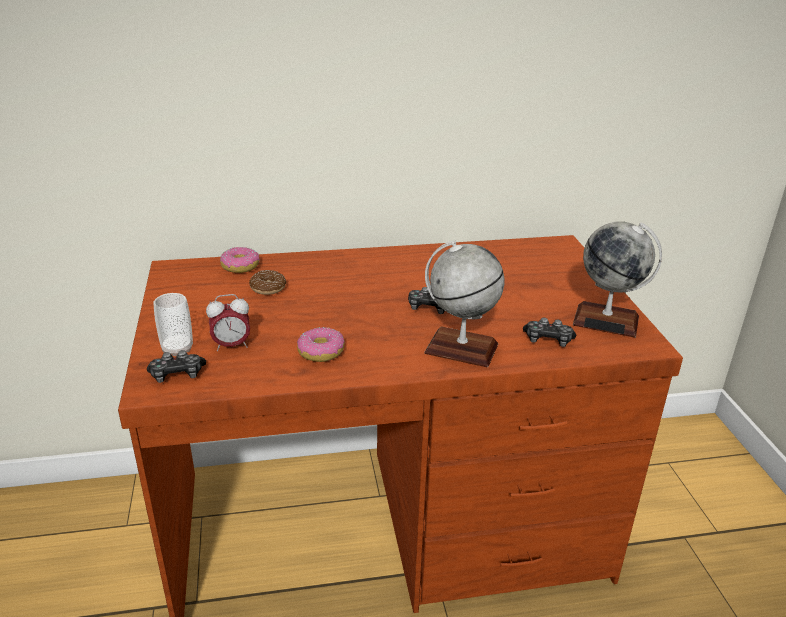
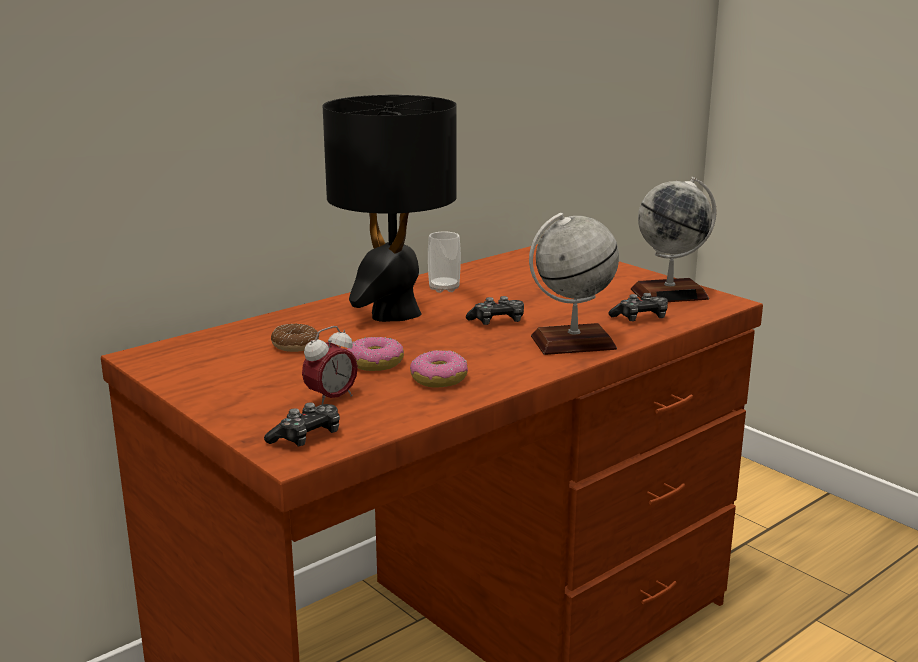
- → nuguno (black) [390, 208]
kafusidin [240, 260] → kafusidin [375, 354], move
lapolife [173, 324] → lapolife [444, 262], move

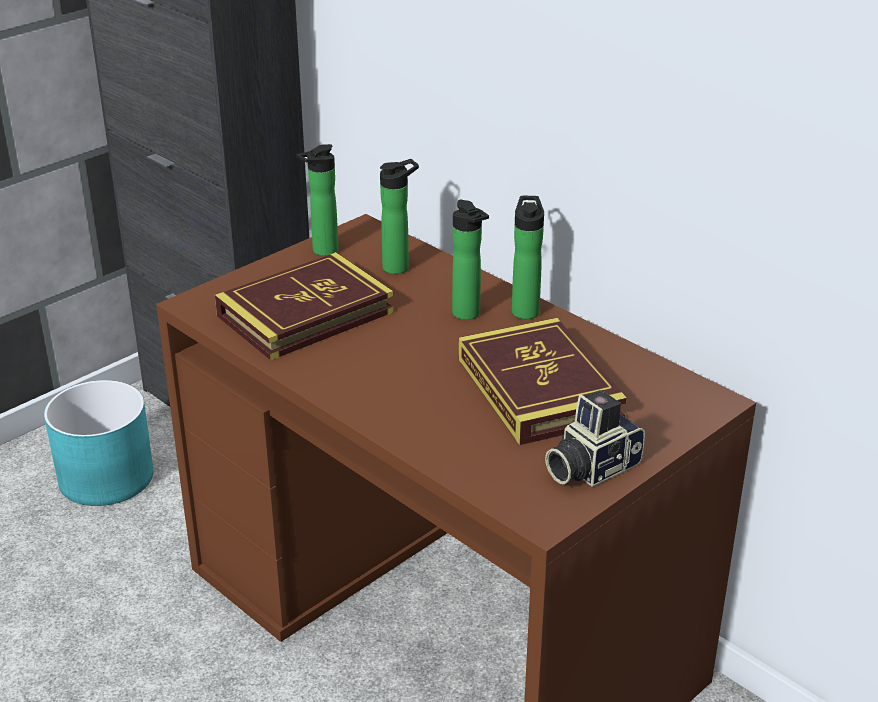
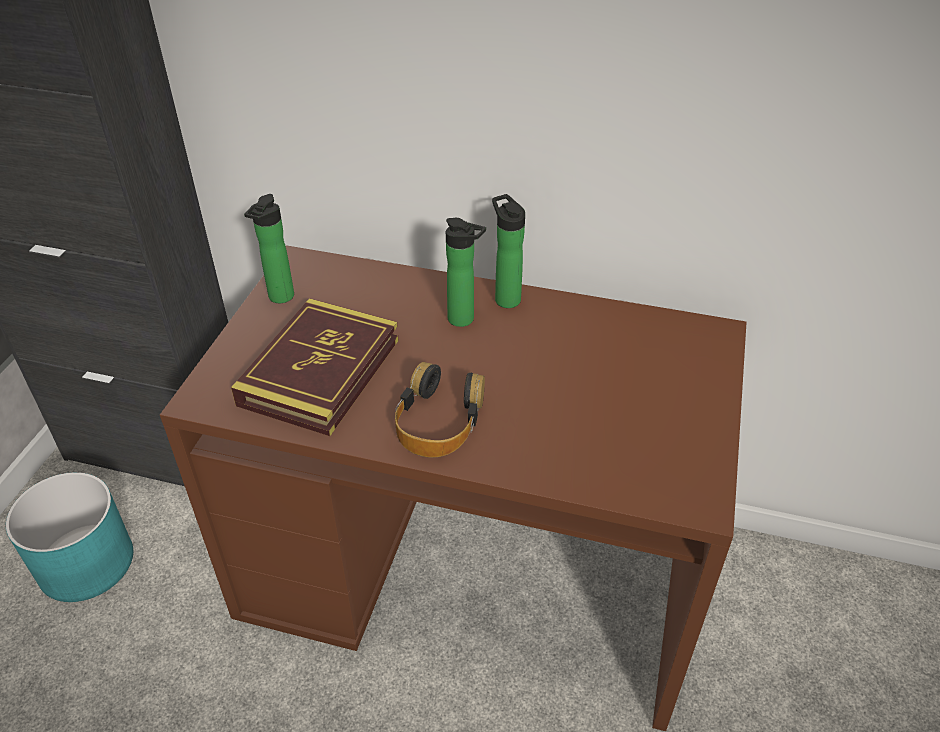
- → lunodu [440, 410]
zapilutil [399, 216] → -
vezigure [543, 381] → -
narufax [595, 438] → -

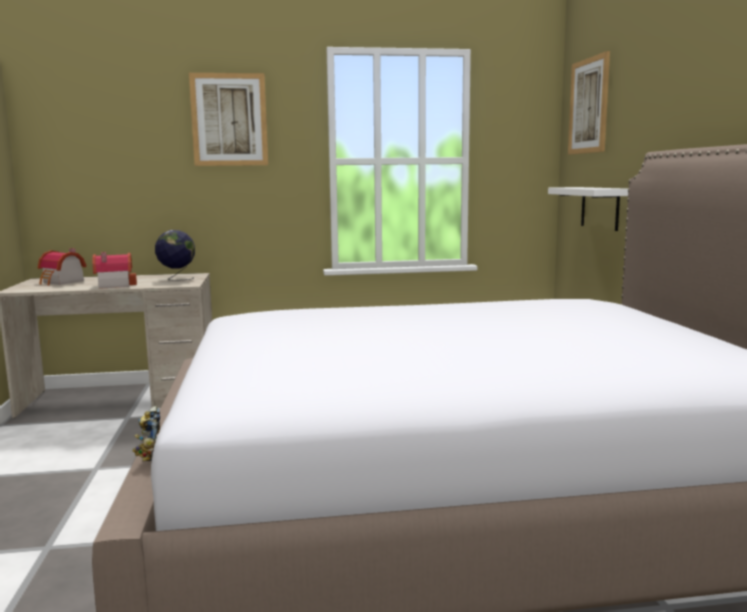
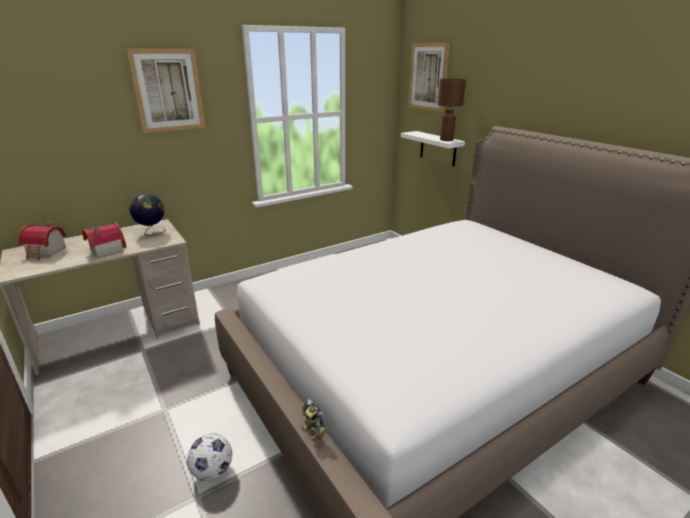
- → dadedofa [209, 457]
- → nuguno (brown) [452, 110]

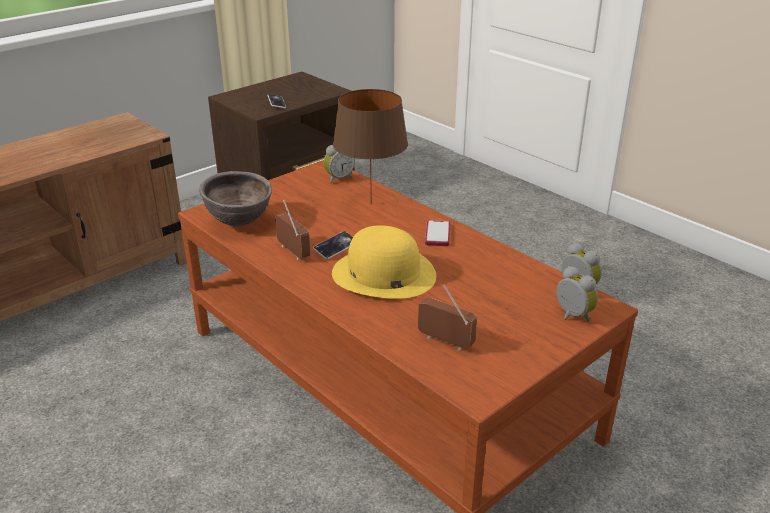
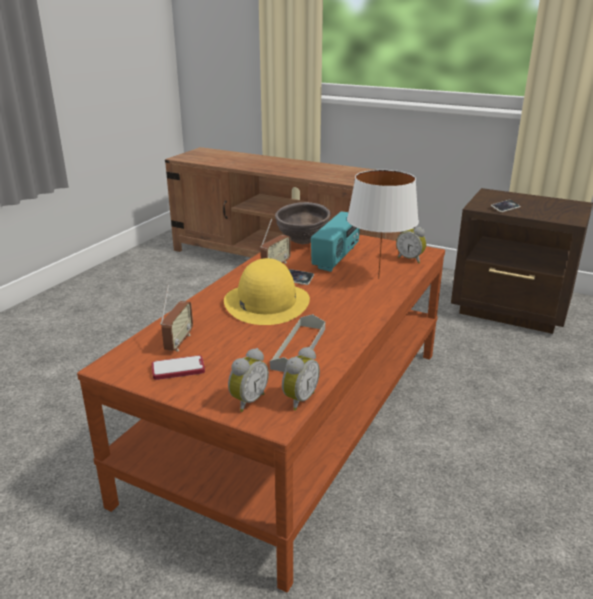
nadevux [437, 233] → nadevux [178, 367], move
- → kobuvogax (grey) [297, 343]
- → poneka [335, 241]
nuguno (brown) [370, 146] → nuguno (white) [383, 224]

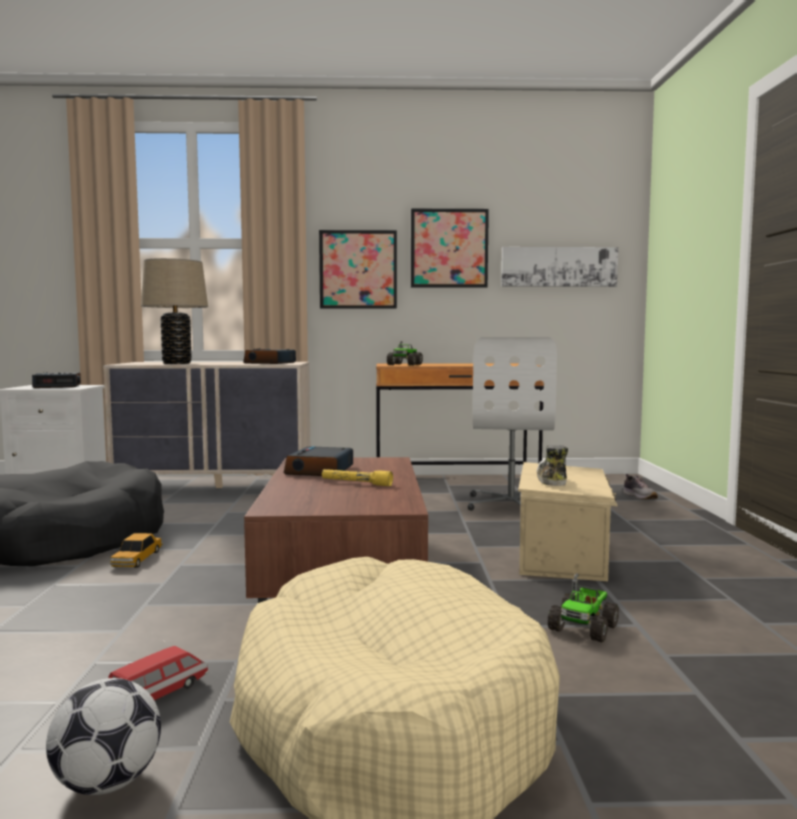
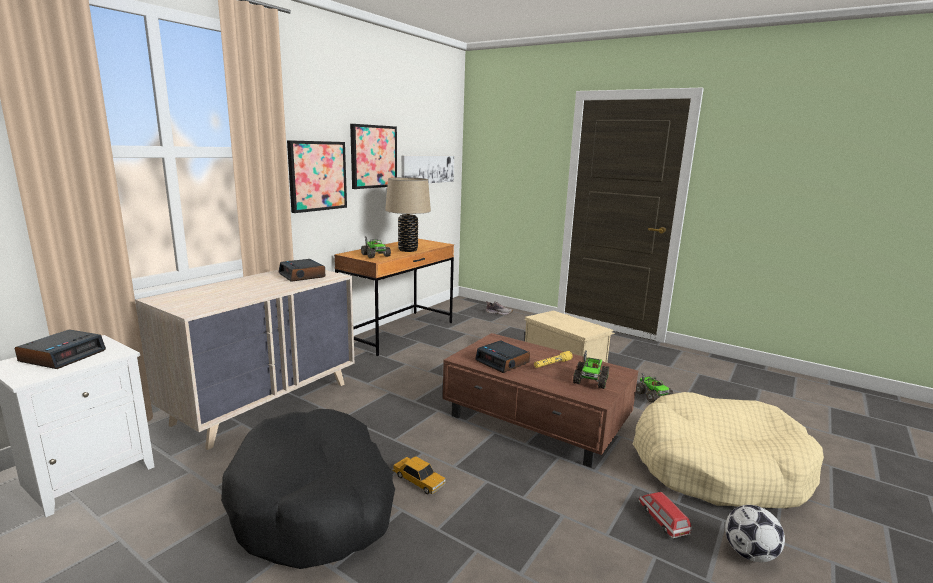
nuguno (beige) [174, 311] → nuguno (beige) [408, 214], move
- → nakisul [591, 369]
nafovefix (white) [512, 424] → -
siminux [552, 465] → -

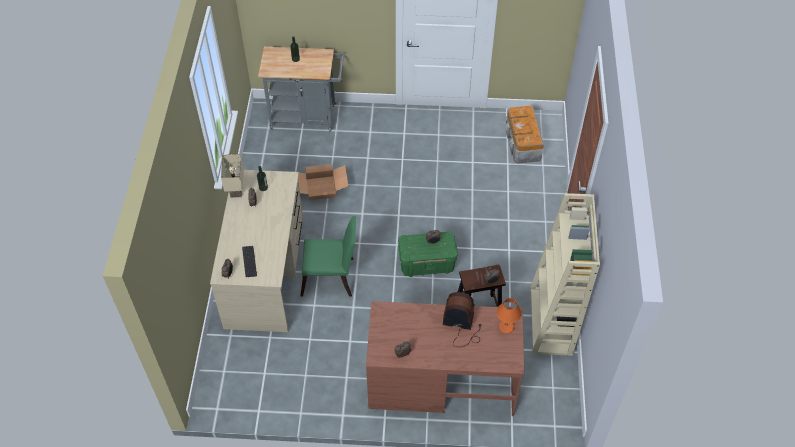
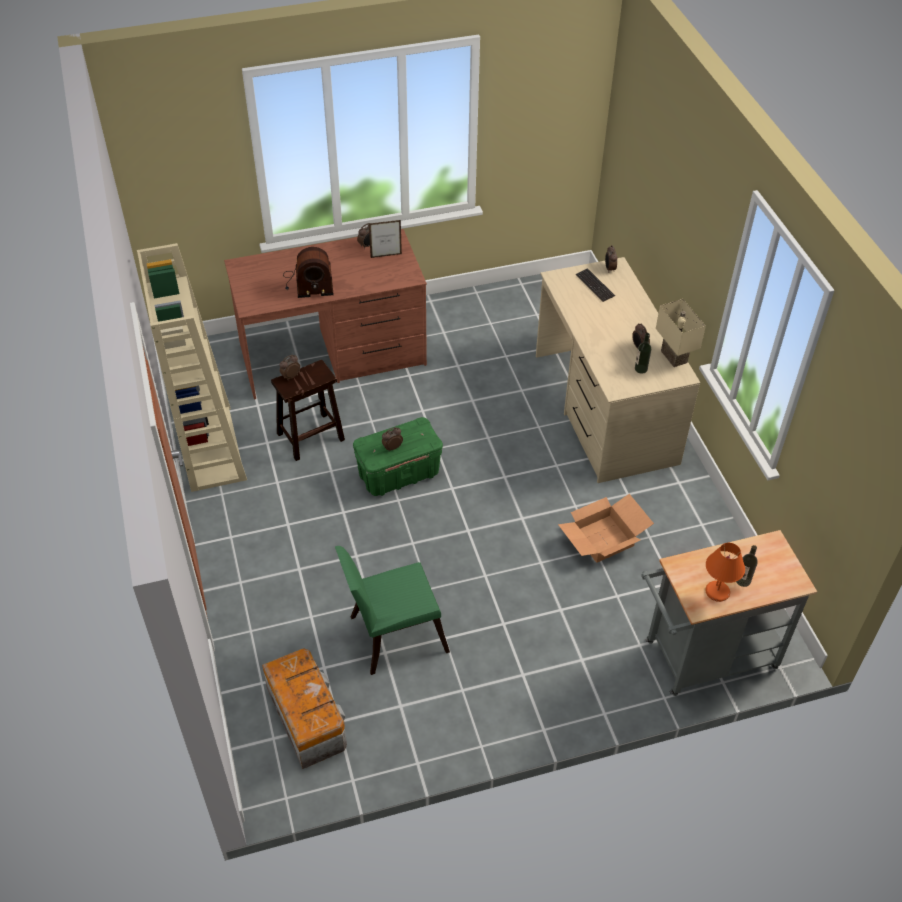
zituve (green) [328, 256] → zituve (green) [392, 610], move
- → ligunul [385, 239]
nuguno (orange) [509, 316] → nuguno (orange) [725, 572], move

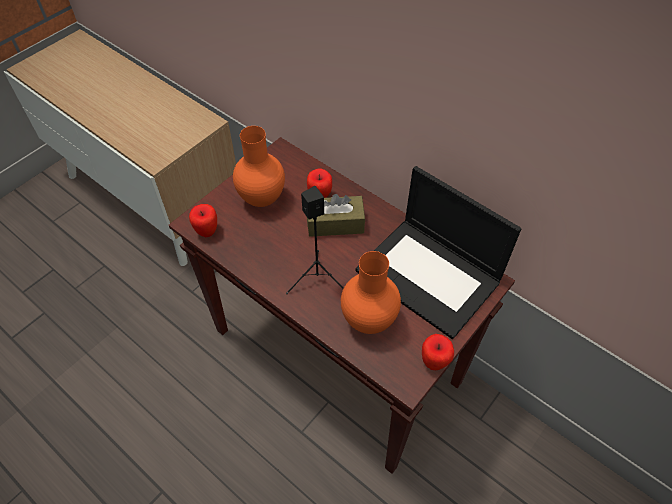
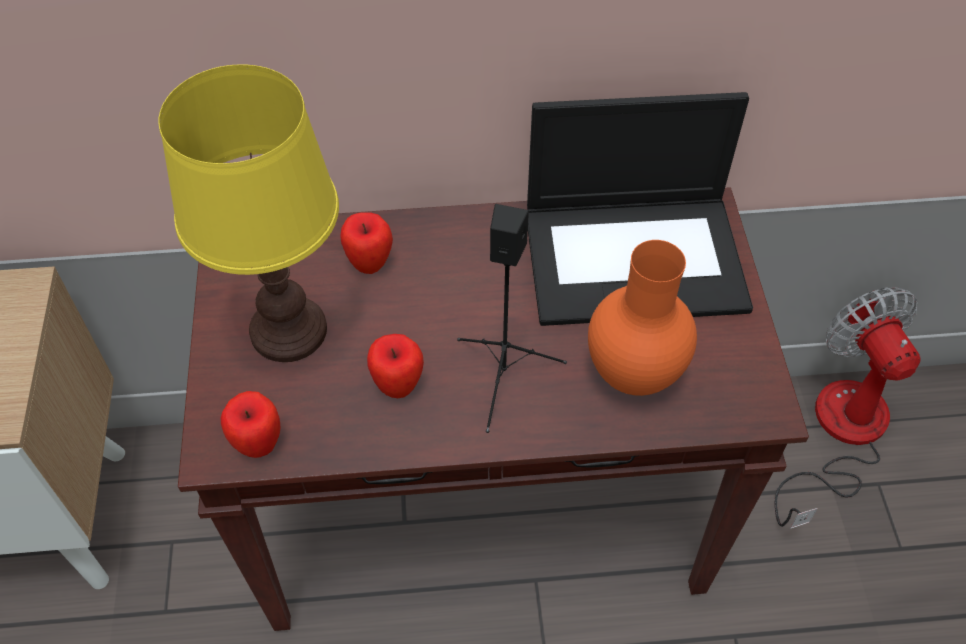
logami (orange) [259, 166] → nuguno (yellow) [248, 213]
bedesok [438, 352] → bedesok [395, 366], move
- → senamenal [847, 408]
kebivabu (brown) [336, 215] → -

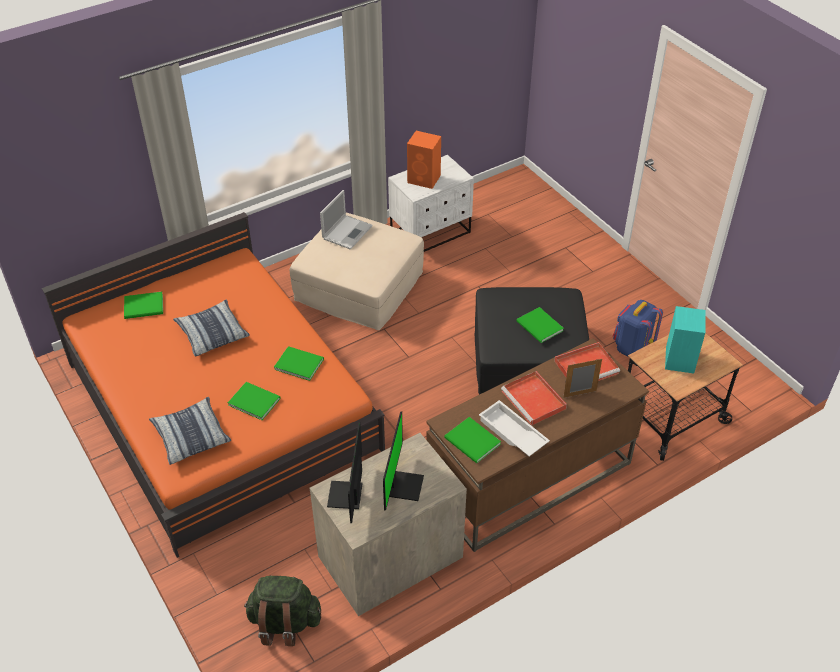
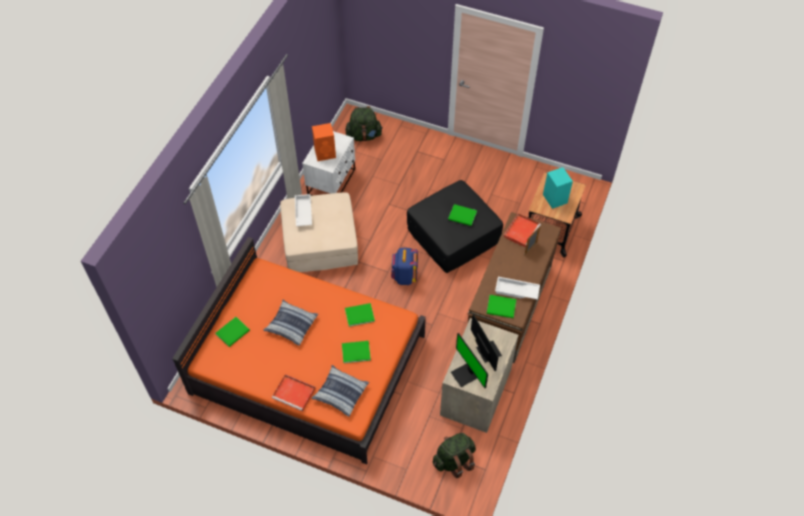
kobuvogax (red) [534, 398] → kobuvogax (red) [293, 393], move
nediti [346, 220] → kobuvogax (white) [303, 210]
- → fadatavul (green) [364, 123]
fadatavul (blue) [638, 328] → fadatavul (blue) [404, 266], move

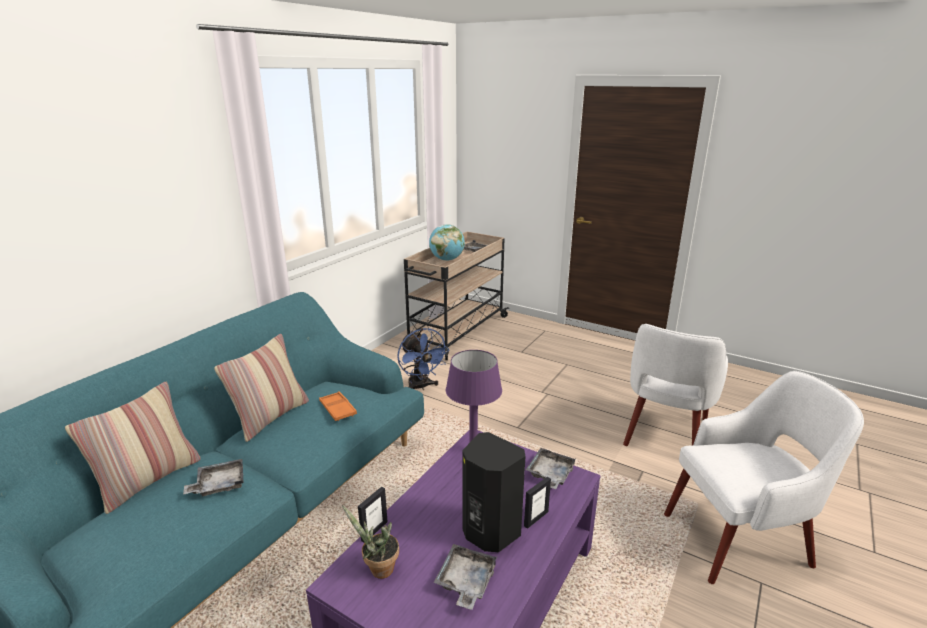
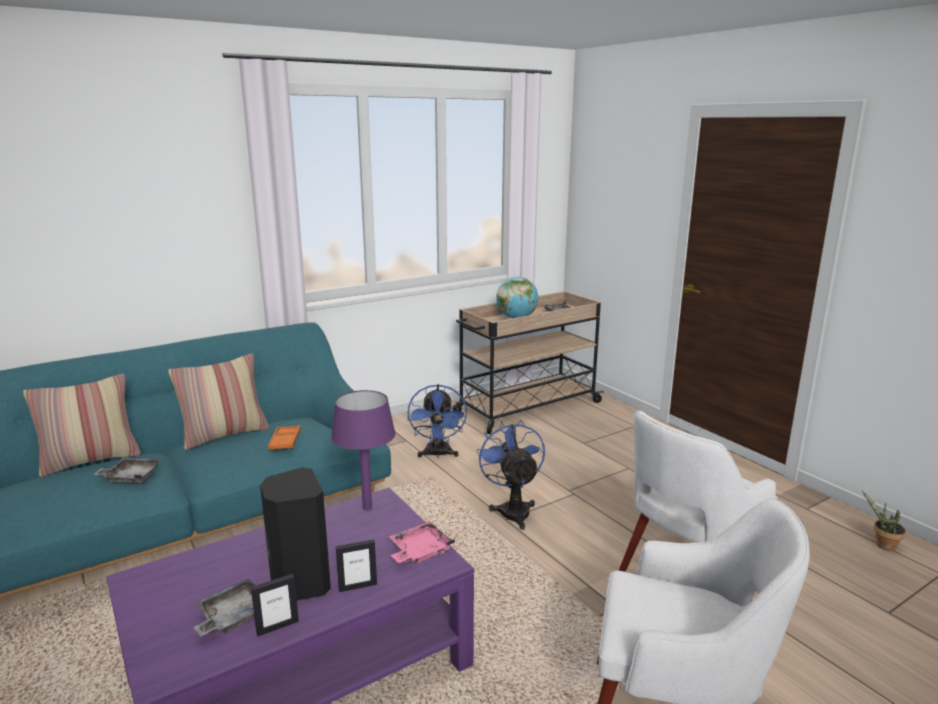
ligunul [373, 515] → ligunul [275, 605], move
kobuvogax (grey) [551, 468] → kobuvogax (pink) [422, 542]
- → senamenal (blue) [510, 475]
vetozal [370, 542] → vetozal [884, 521], move

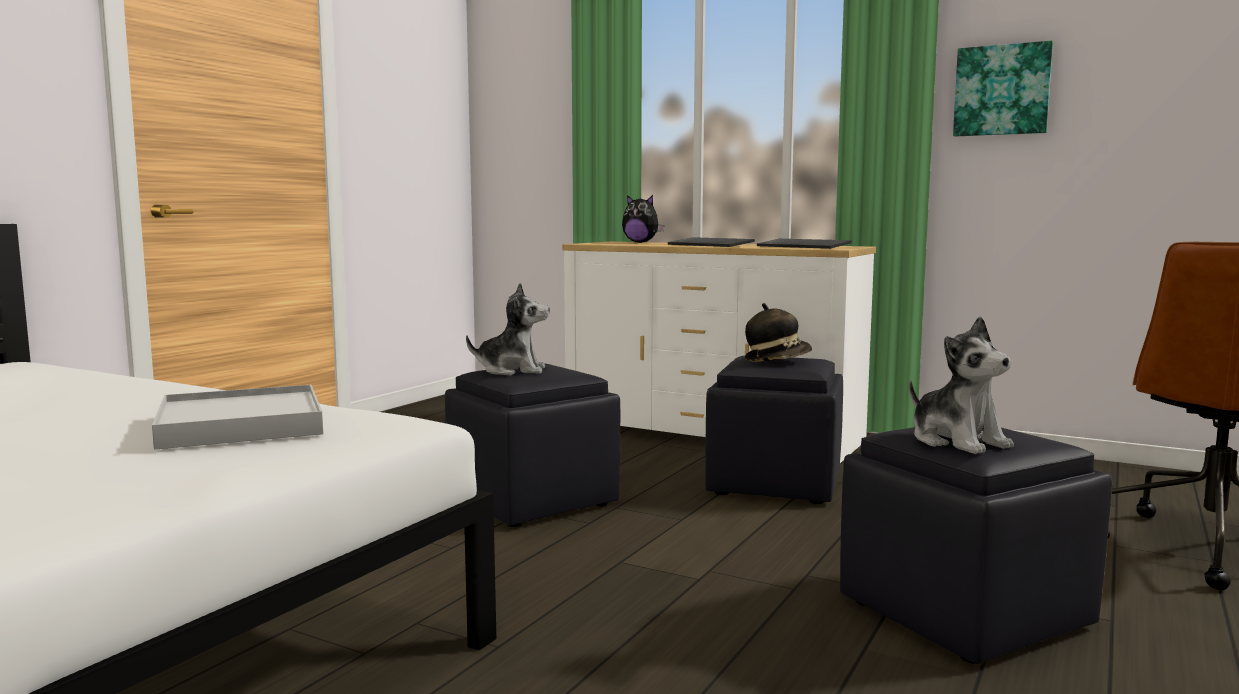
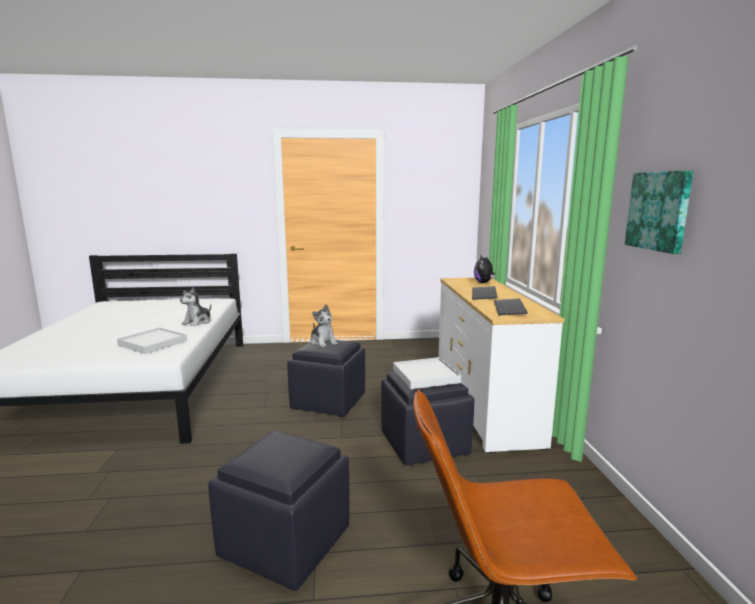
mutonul [961, 385] → mutonul [195, 307], move
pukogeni [778, 332] → kobuvogax (white) [427, 373]

